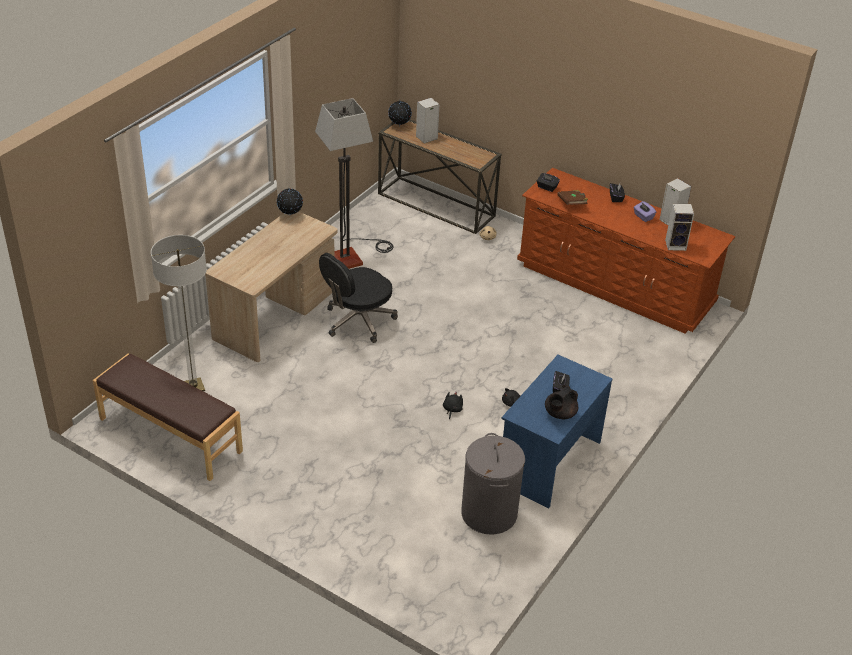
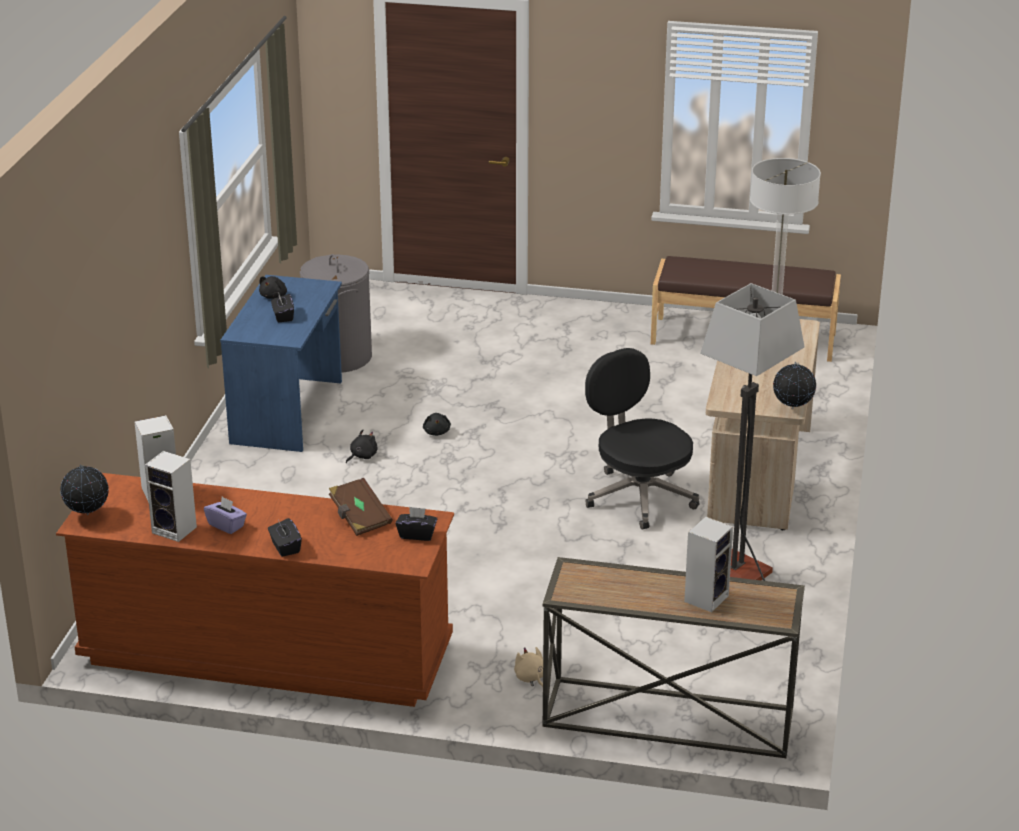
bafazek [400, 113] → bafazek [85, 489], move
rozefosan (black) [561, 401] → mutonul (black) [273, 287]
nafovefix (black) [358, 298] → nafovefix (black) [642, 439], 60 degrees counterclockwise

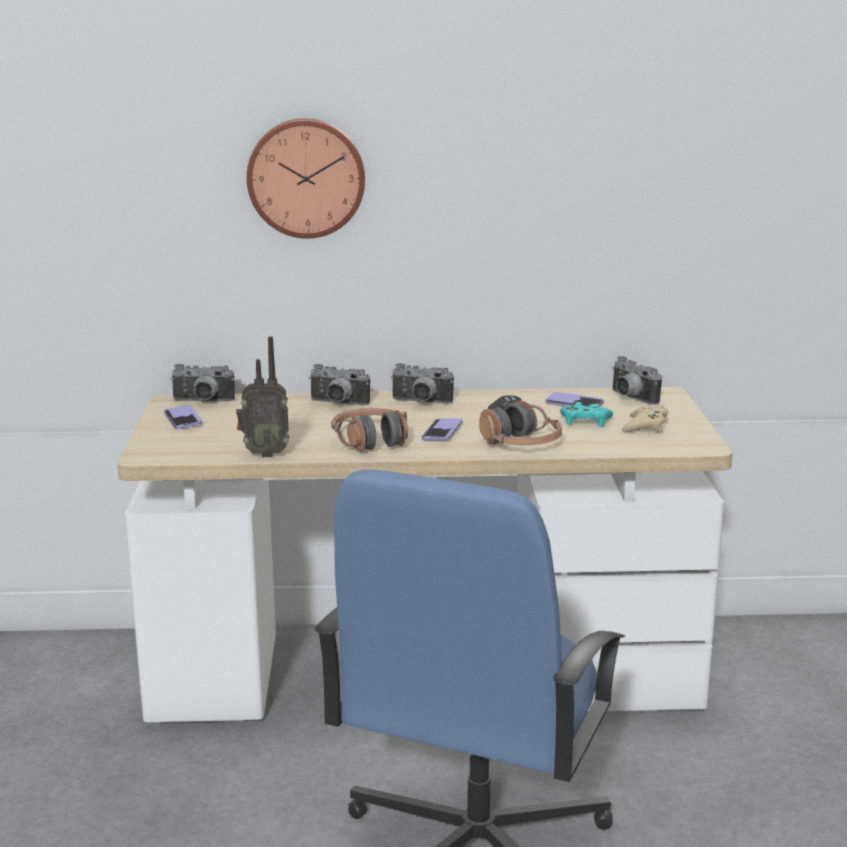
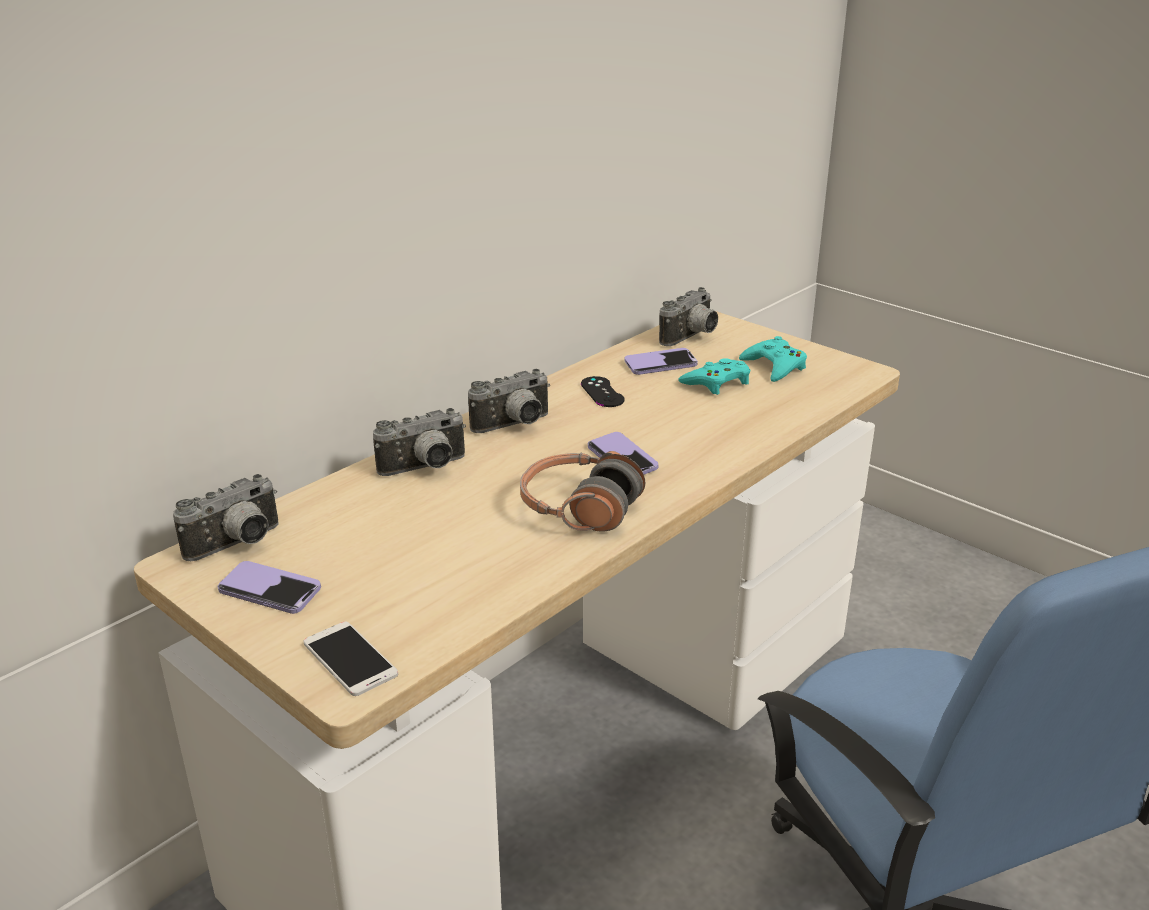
- → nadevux [350, 658]
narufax [637, 380] → narufax [688, 316], 60 degrees counterclockwise
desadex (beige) [645, 418] → desadex (turquoise) [773, 359]
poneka [262, 396] → -
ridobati [306, 178] → -
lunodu [520, 423] → -

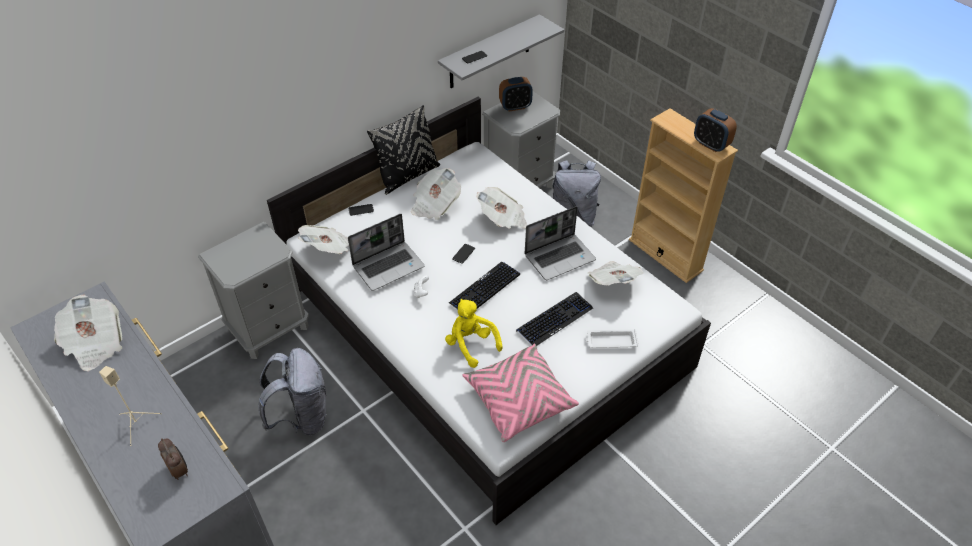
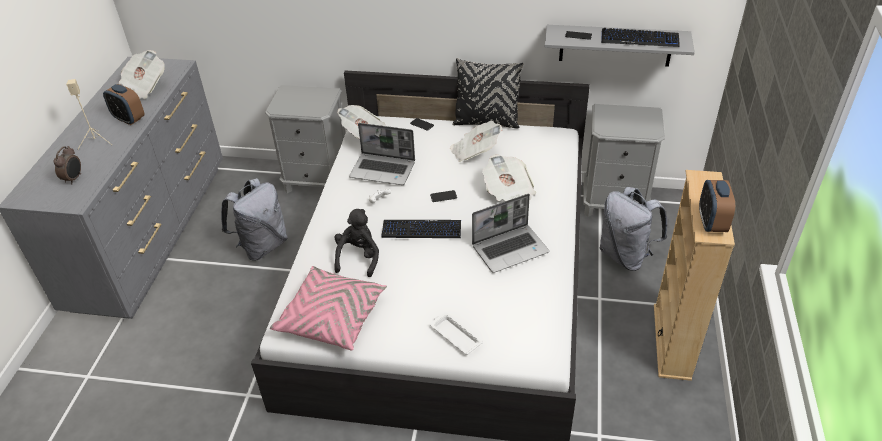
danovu [516, 94] → danovu [124, 104], move
mutonul (yellow) [474, 333] → mutonul (black) [356, 243]
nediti [560, 243] → nediti [510, 233], 45 degrees counterclockwise
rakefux [554, 319] → rakefux [640, 37], move
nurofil [616, 273] → -

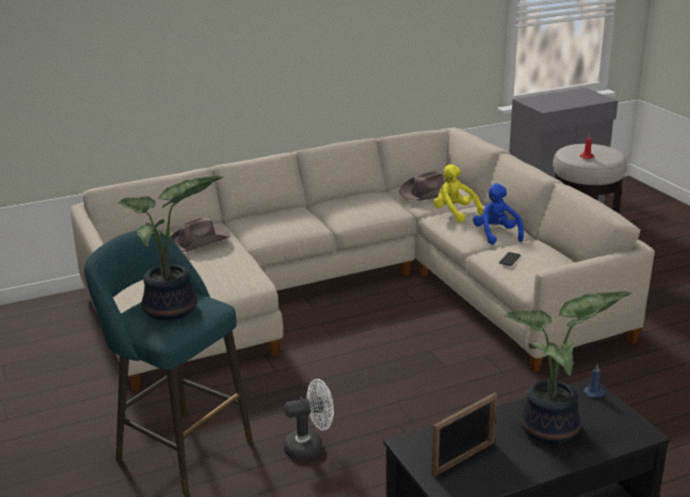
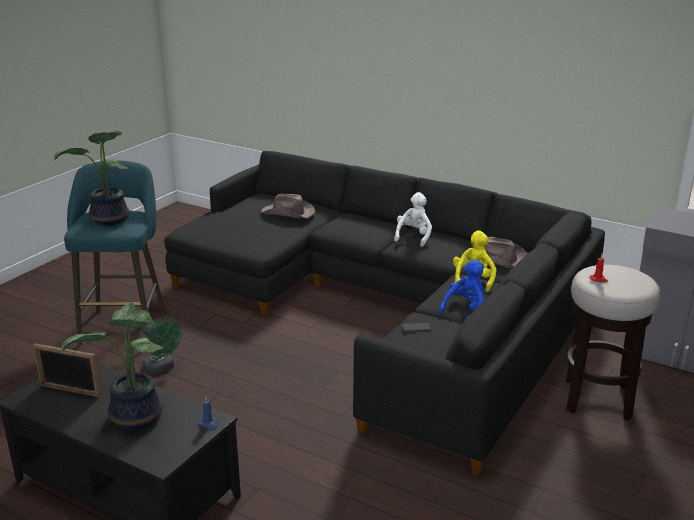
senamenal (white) [309, 419] → senamenal (green) [162, 346]
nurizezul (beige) [363, 260] → nurizezul (black) [384, 313]
- → mutonul (white) [413, 219]

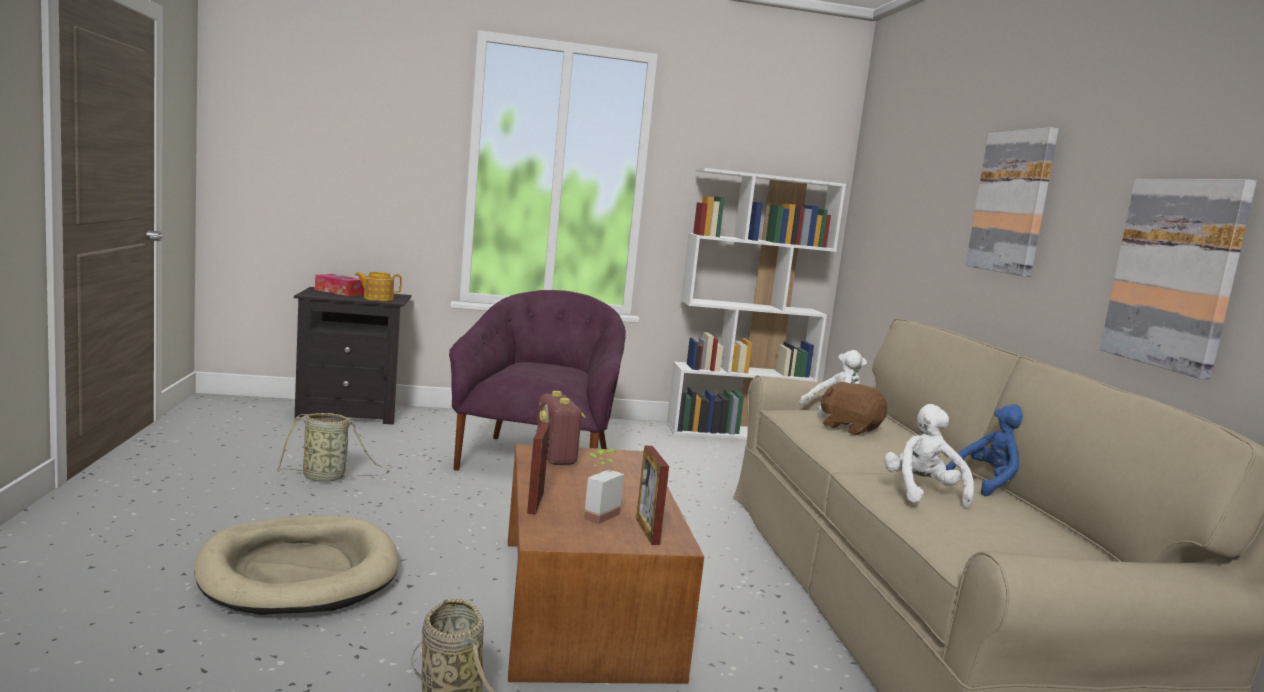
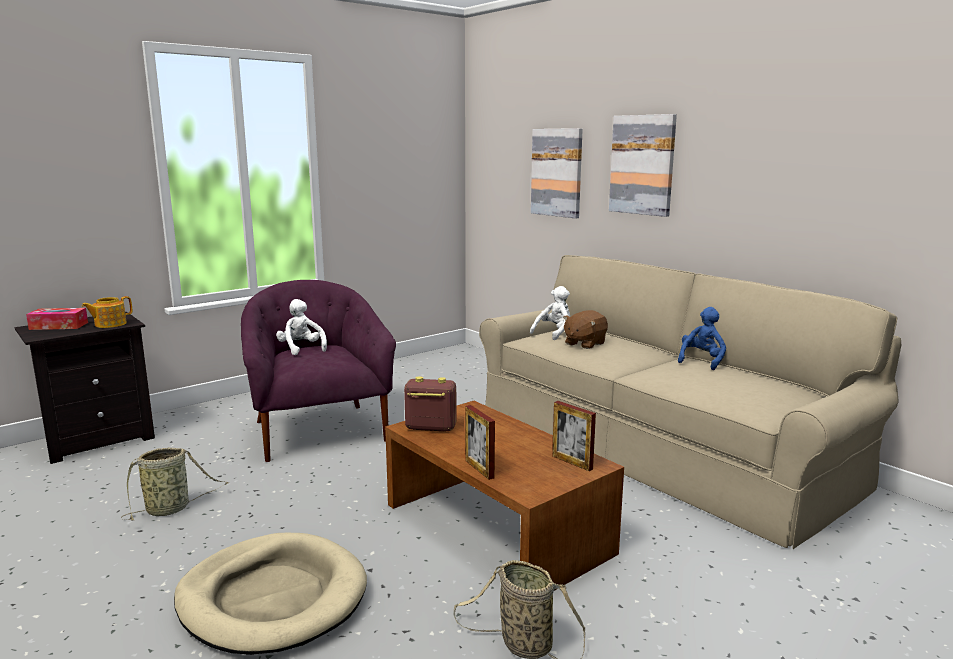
mutonul (white) [929, 456] → mutonul (white) [301, 327], move
poneka [561, 428] → poneka [430, 404], 150 degrees clockwise
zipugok [1178, 279] → zipugok [557, 173], move
mutonul (brown) [854, 408] → mutonul (brown) [585, 329], 60 degrees counterclockwise
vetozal [604, 486] → -
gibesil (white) [756, 303] → -

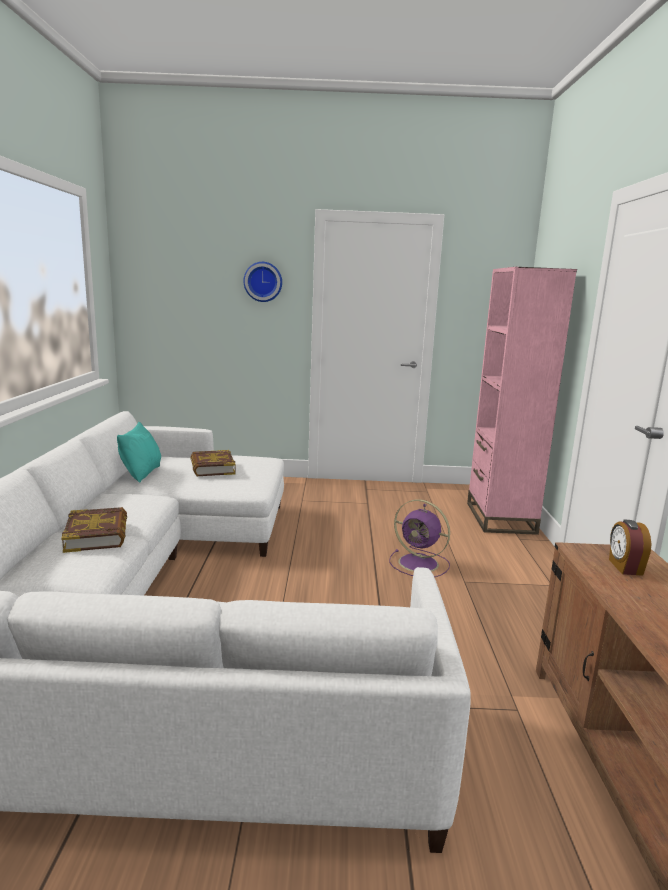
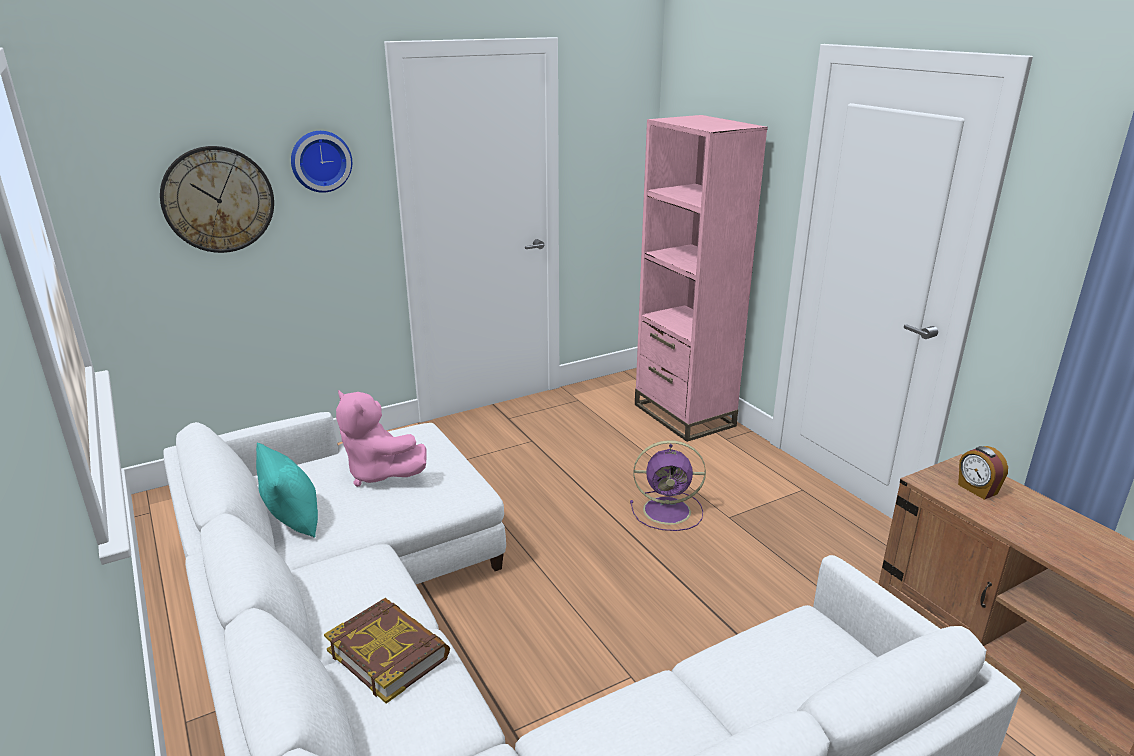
- → ridobati [217, 199]
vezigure [213, 463] → mutonul (pink) [381, 438]

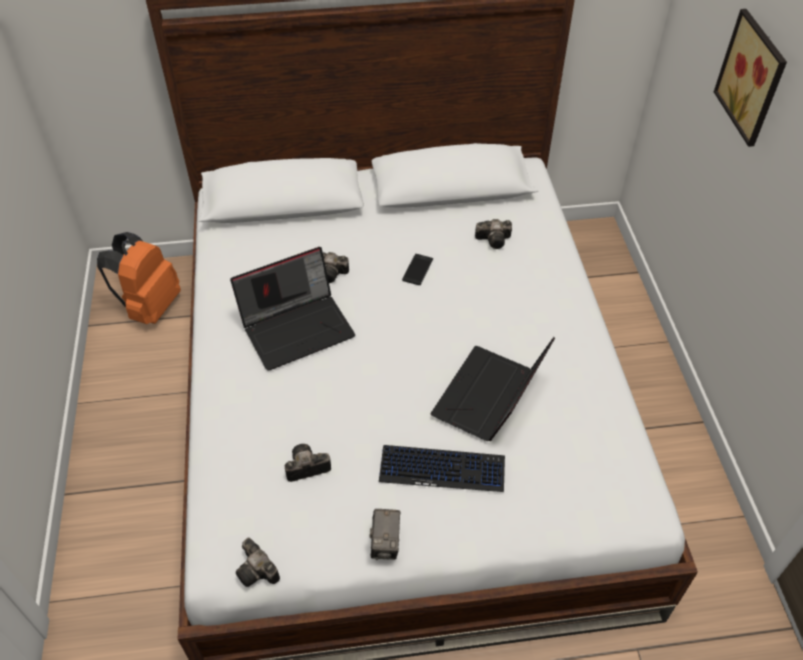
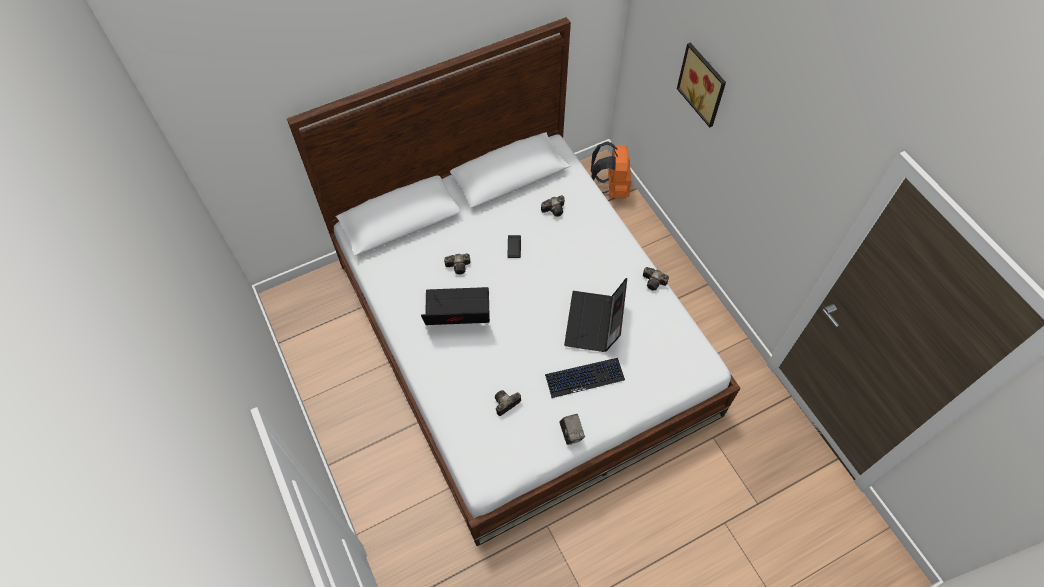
nediti [292, 308] → nediti [455, 306], 135 degrees counterclockwise
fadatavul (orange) [139, 278] → fadatavul (orange) [611, 170], move
narufax [258, 562] → narufax [656, 278], move

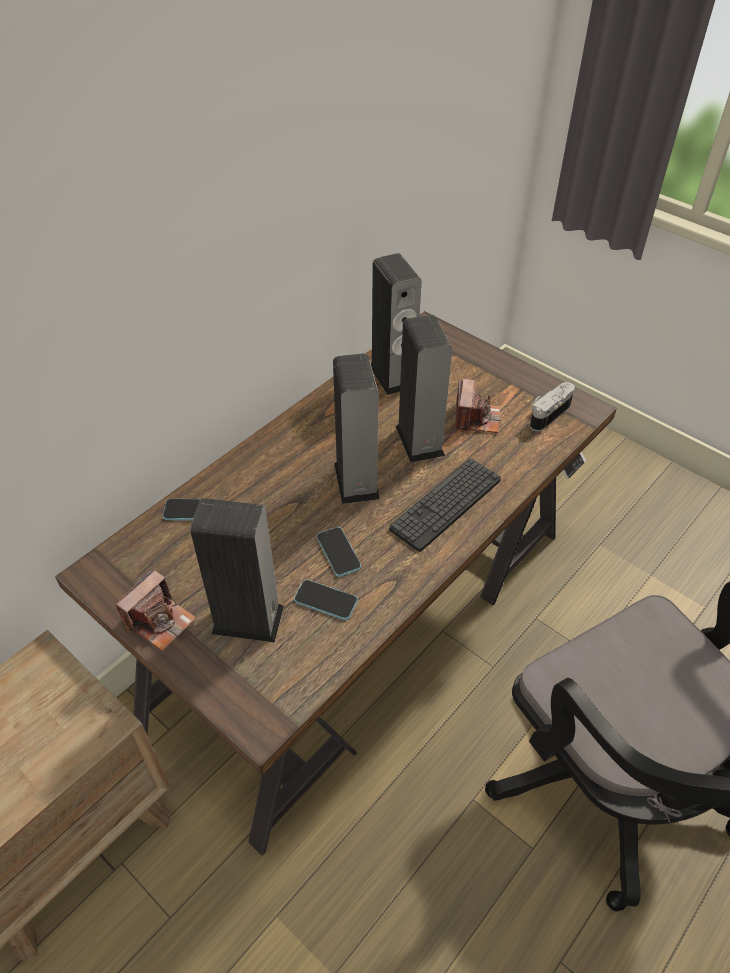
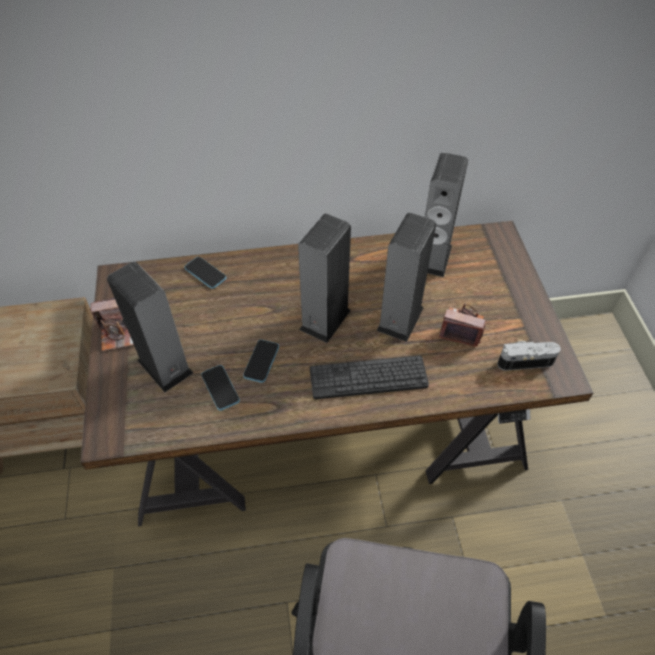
narufax [478, 406] → narufax [462, 325], 120 degrees counterclockwise

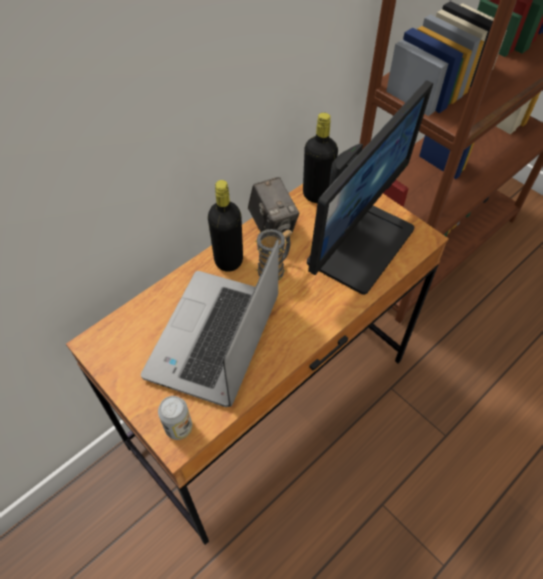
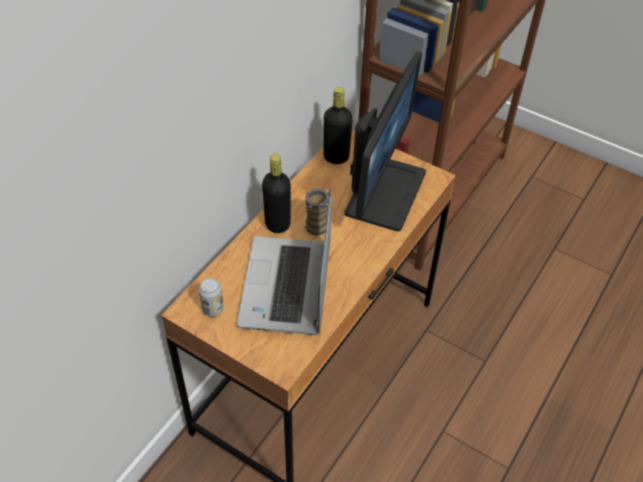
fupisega [175, 418] → fupisega [211, 297], move
narufax [273, 206] → -

